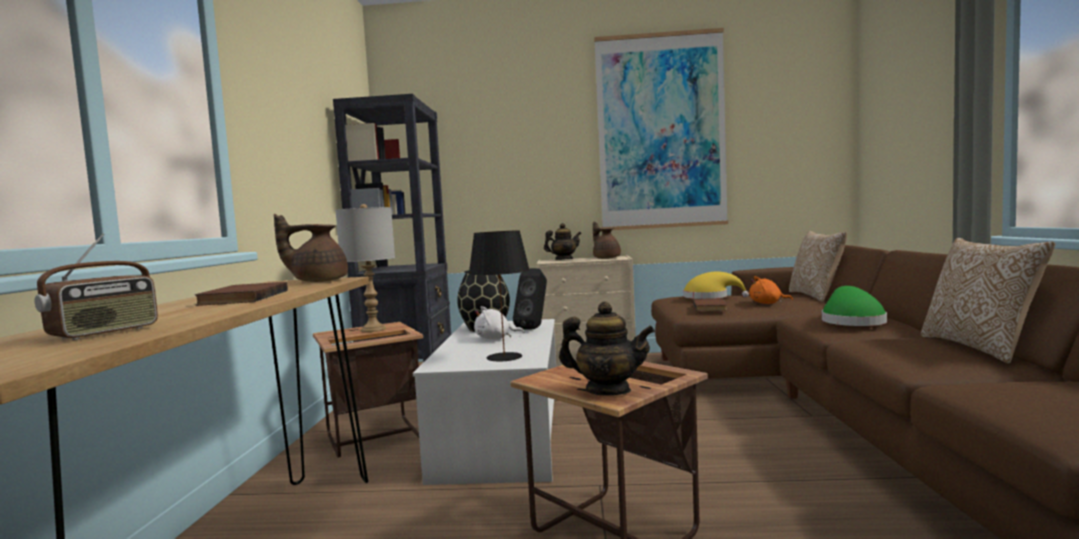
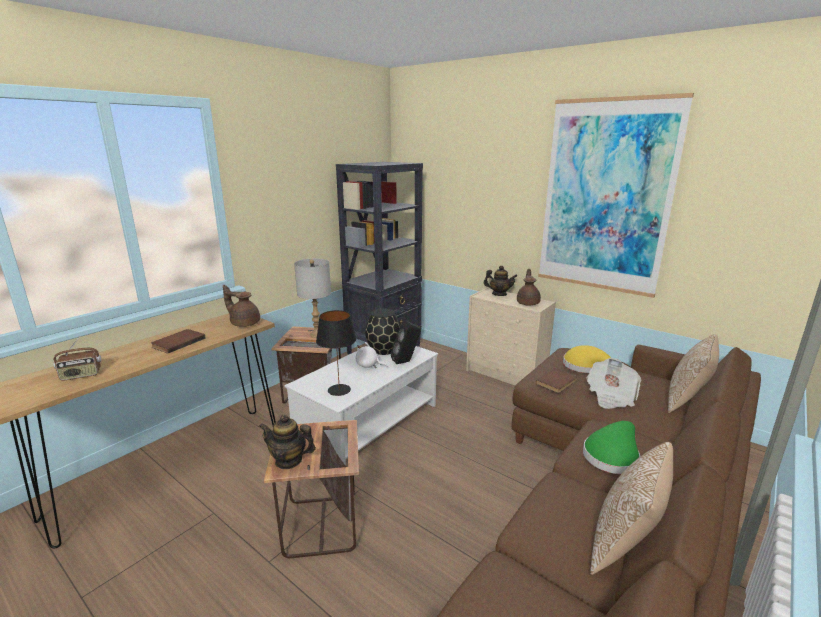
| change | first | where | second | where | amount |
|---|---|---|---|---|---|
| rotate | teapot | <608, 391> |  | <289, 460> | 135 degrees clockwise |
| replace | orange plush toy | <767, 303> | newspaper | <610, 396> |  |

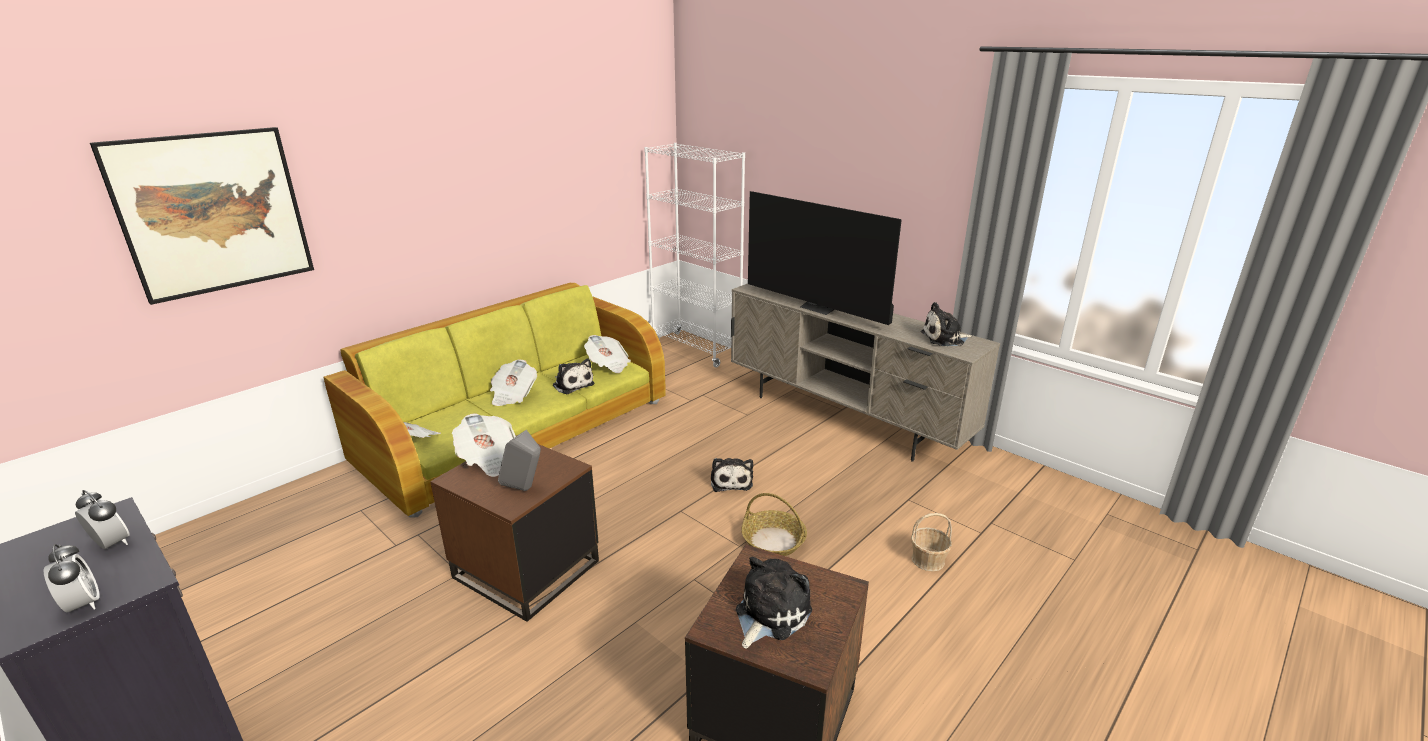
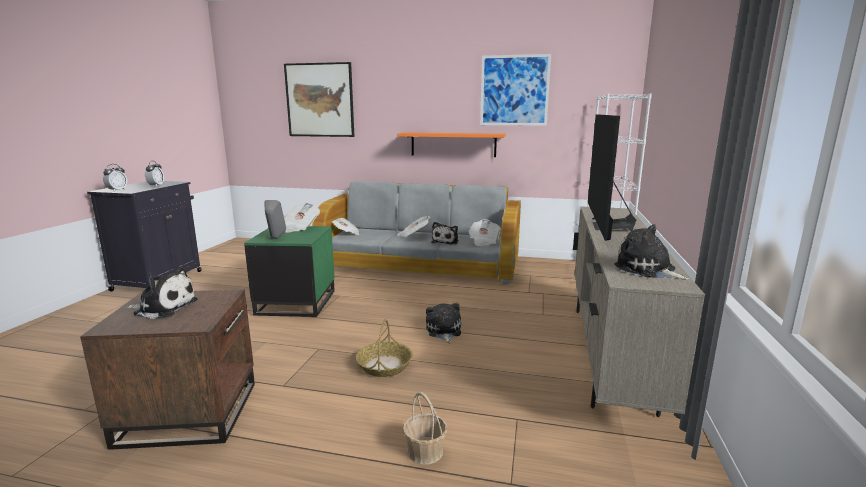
| change | first | where | second | where | amount |
|---|---|---|---|---|---|
| recolor | green sofa | <518, 431> | grey sofa | <420, 263> |  |
| recolor | brown side table | <525, 570> | green side table | <295, 302> |  |
| rotate | plush toy | <731, 481> |  | <443, 331> | 120 degrees clockwise |
| insert |  |  | orange shelf | <453, 144> |  |
| insert |  |  | picture | <514, 90> |  |

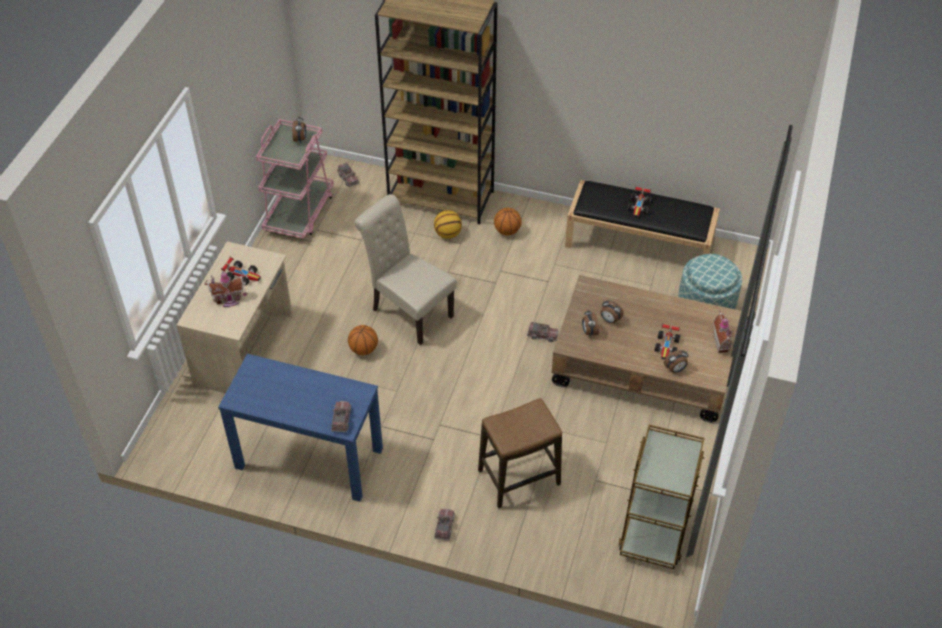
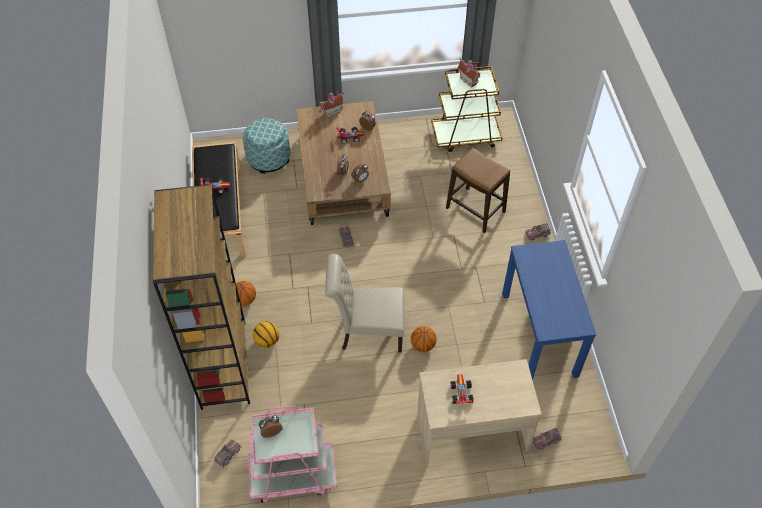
| change | first | where | second | where | amount |
|---|---|---|---|---|---|
| move | toy house | <229, 300> |  | <469, 80> |  |
| move | toy truck | <341, 420> |  | <546, 441> |  |
| rotate | beige chair | <408, 311> |  | <367, 333> | 75 degrees clockwise |

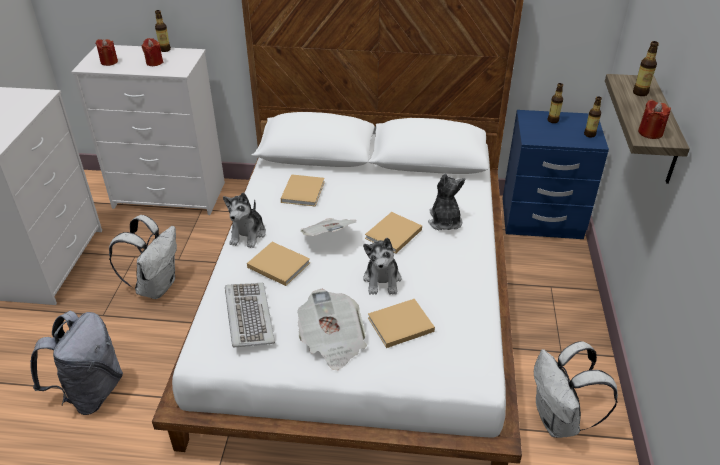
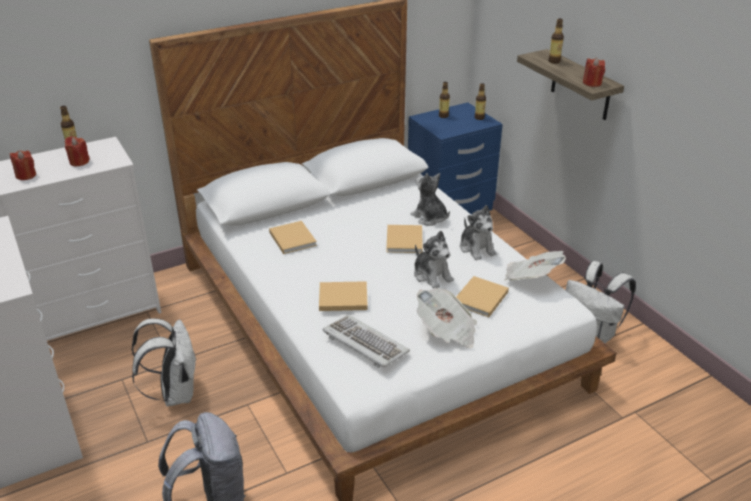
| change | first | where | second | where | amount |
|---|---|---|---|---|---|
| move | plush toy | <248, 234> |  | <476, 248> |  |
| move | newspaper | <328, 238> |  | <531, 278> |  |

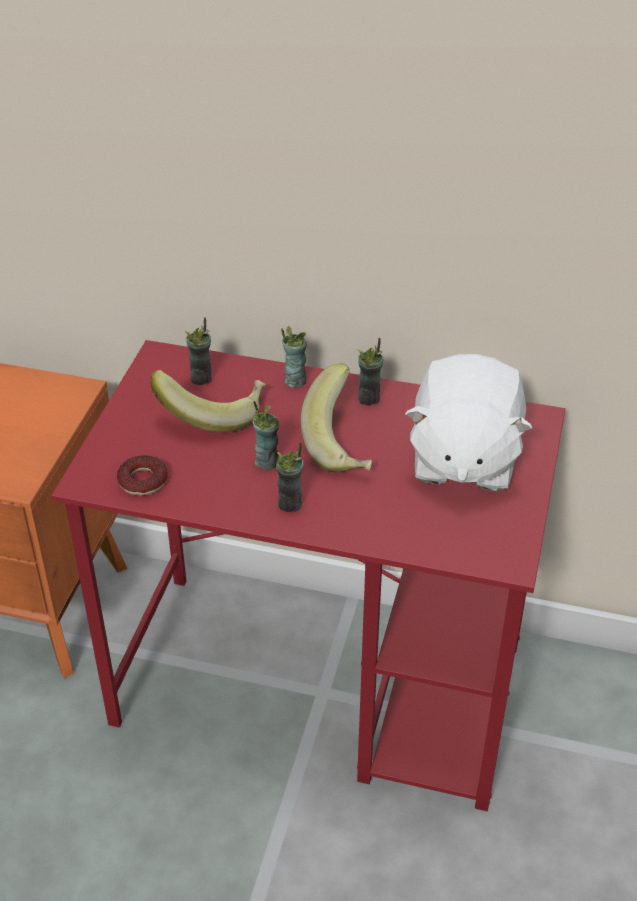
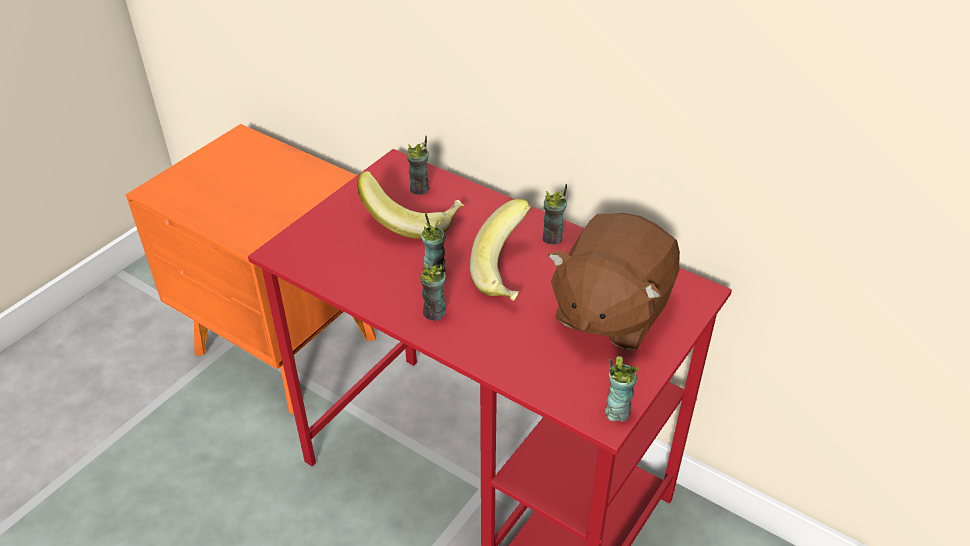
| change | first | where | second | where | amount |
|---|---|---|---|---|---|
| delete | donut | <143, 481> |  |  |  |
| move | cup | <295, 380> |  | <617, 412> |  |
| recolor | white plush toy | <463, 458> | brown plush toy | <610, 311> |  |

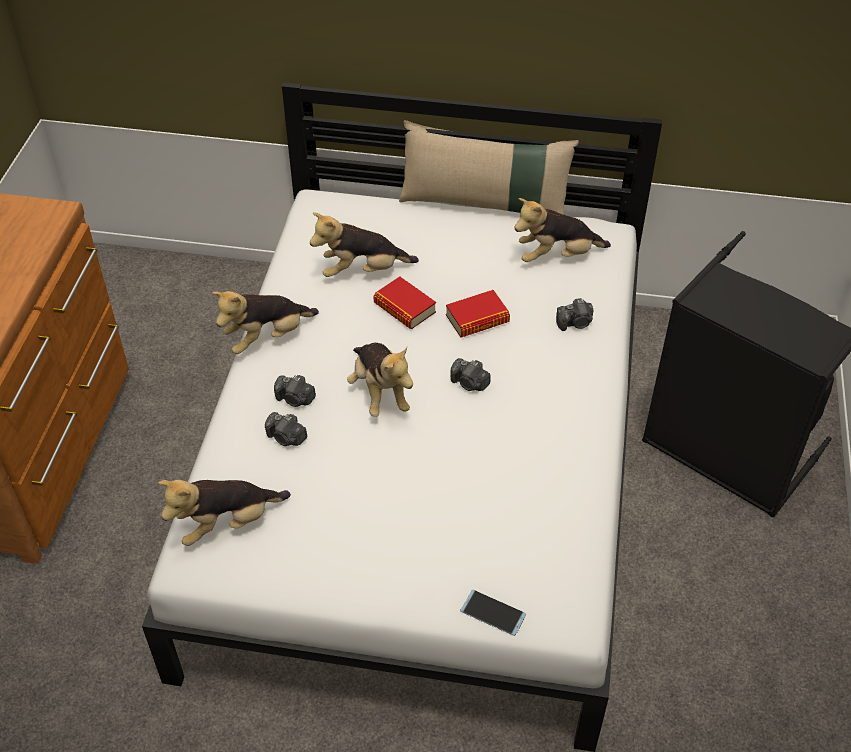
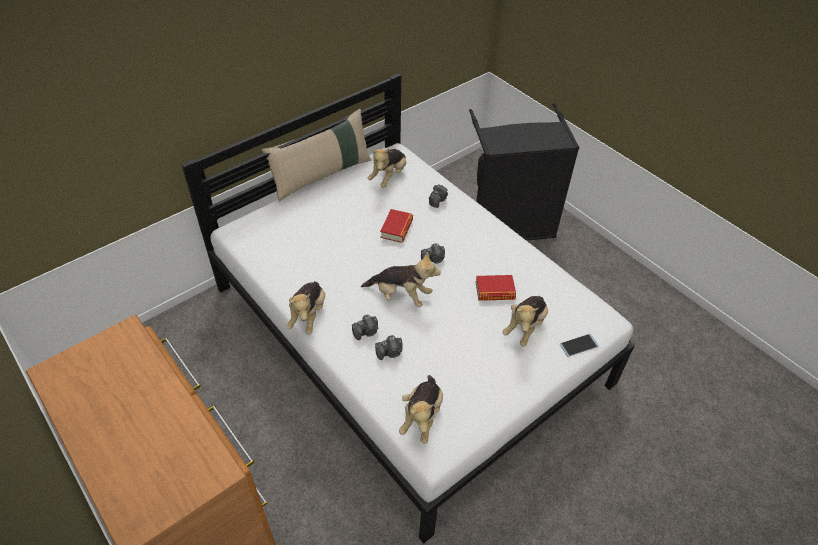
| change | first | where | second | where | amount |
|---|---|---|---|---|---|
| move | plush toy | <362, 271> |  | <525, 327> |  |
| move | book | <404, 308> |  | <495, 291> |  |

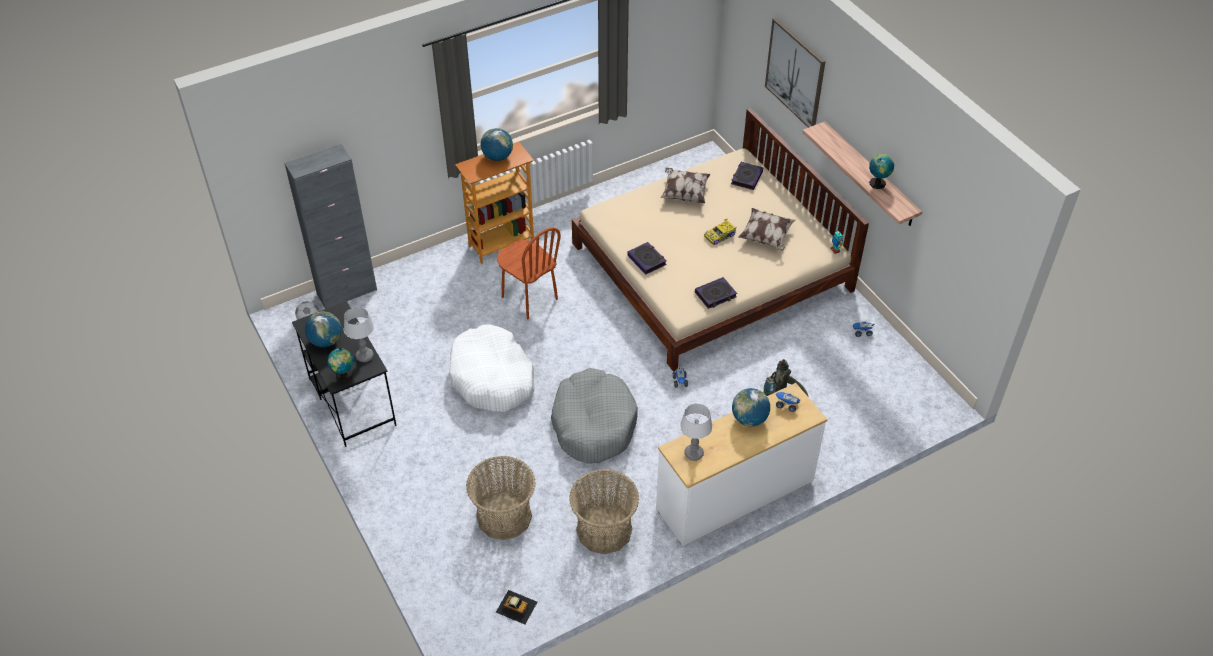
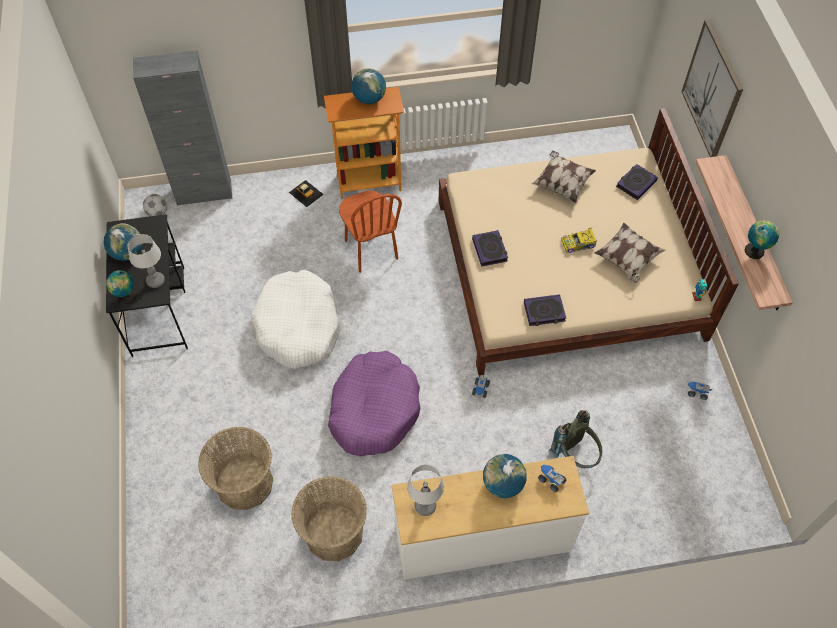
| change | first | where | second | where | amount |
|---|---|---|---|---|---|
| move | toy car | <516, 606> |  | <306, 193> |  |
| recolor | grey dog bed | <593, 424> | purple dog bed | <374, 409> |  |

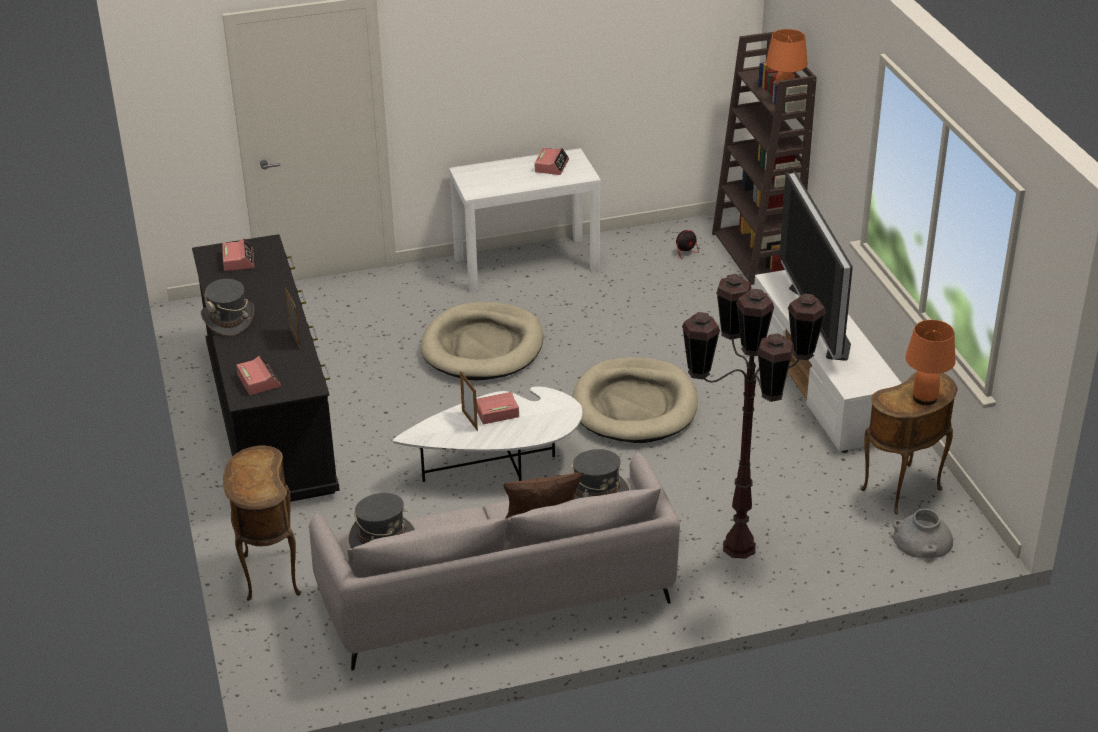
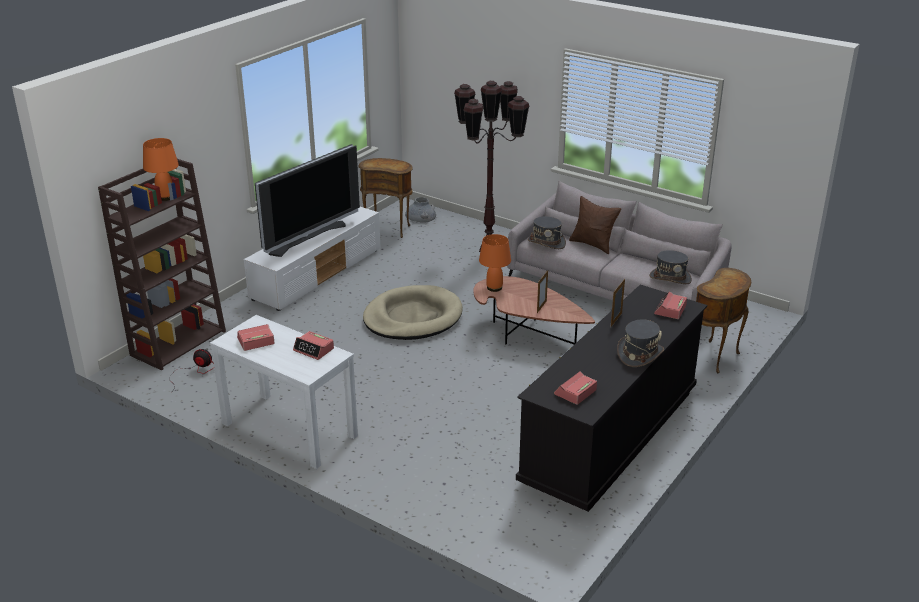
| change | first | where | second | where | amount |
|---|---|---|---|---|---|
| recolor | white coffee table | <500, 467> | brown coffee table | <526, 333> |  |
| delete | beige dog bed | <483, 347> |  |  |  |
| move | alarm clock | <496, 412> |  | <314, 350> |  |
| move | orange table lamp | <924, 398> |  | <494, 288> |  |

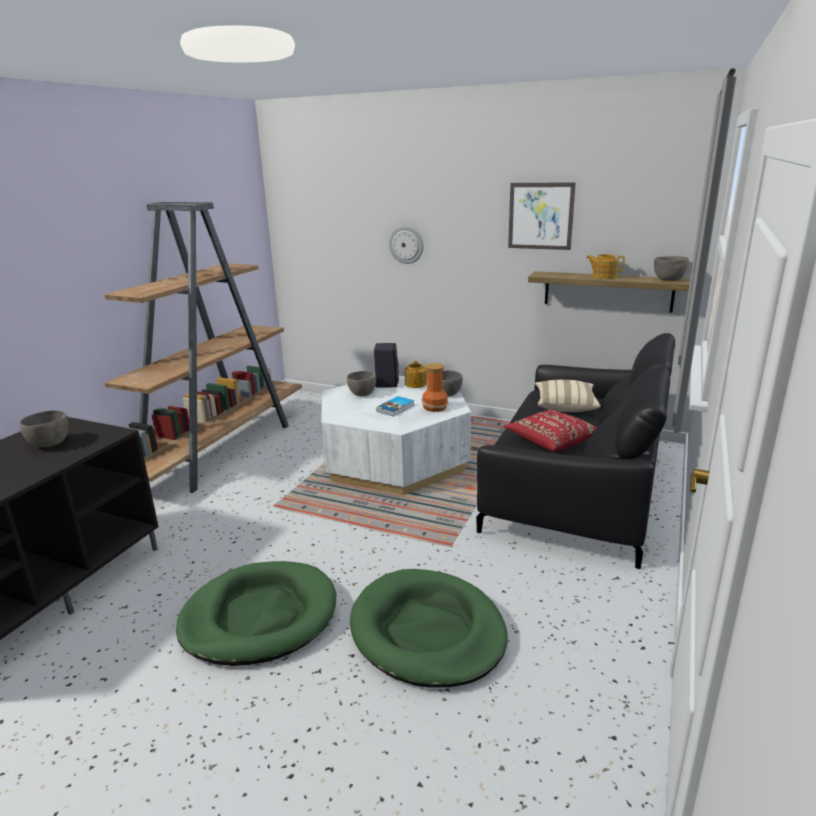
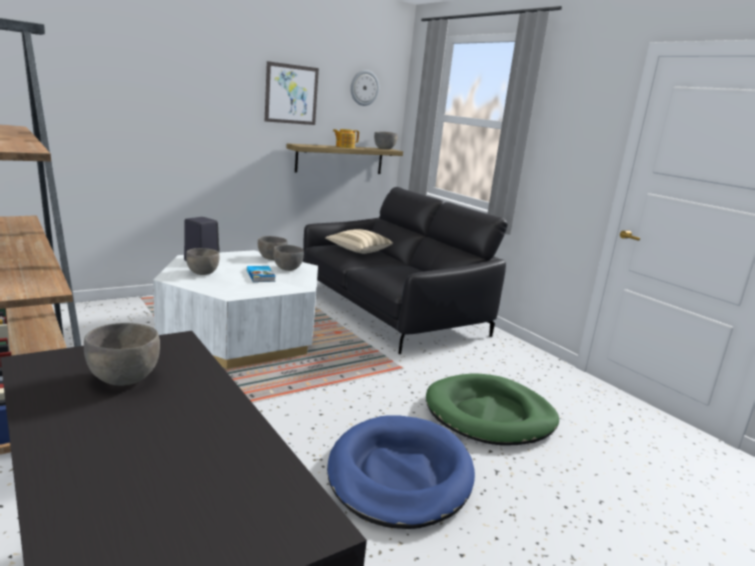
| change | first | where | second | where | amount |
|---|---|---|---|---|---|
| recolor | green dog bed | <259, 617> | blue dog bed | <399, 475> |  |
| move | wall clock | <406, 244> |  | <364, 88> |  |
| delete | teapot | <416, 384> |  |  |  |
| replace | vase | <434, 407> | grey bowl | <287, 268> |  |
| delete | red pillow | <550, 441> |  |  |  |

